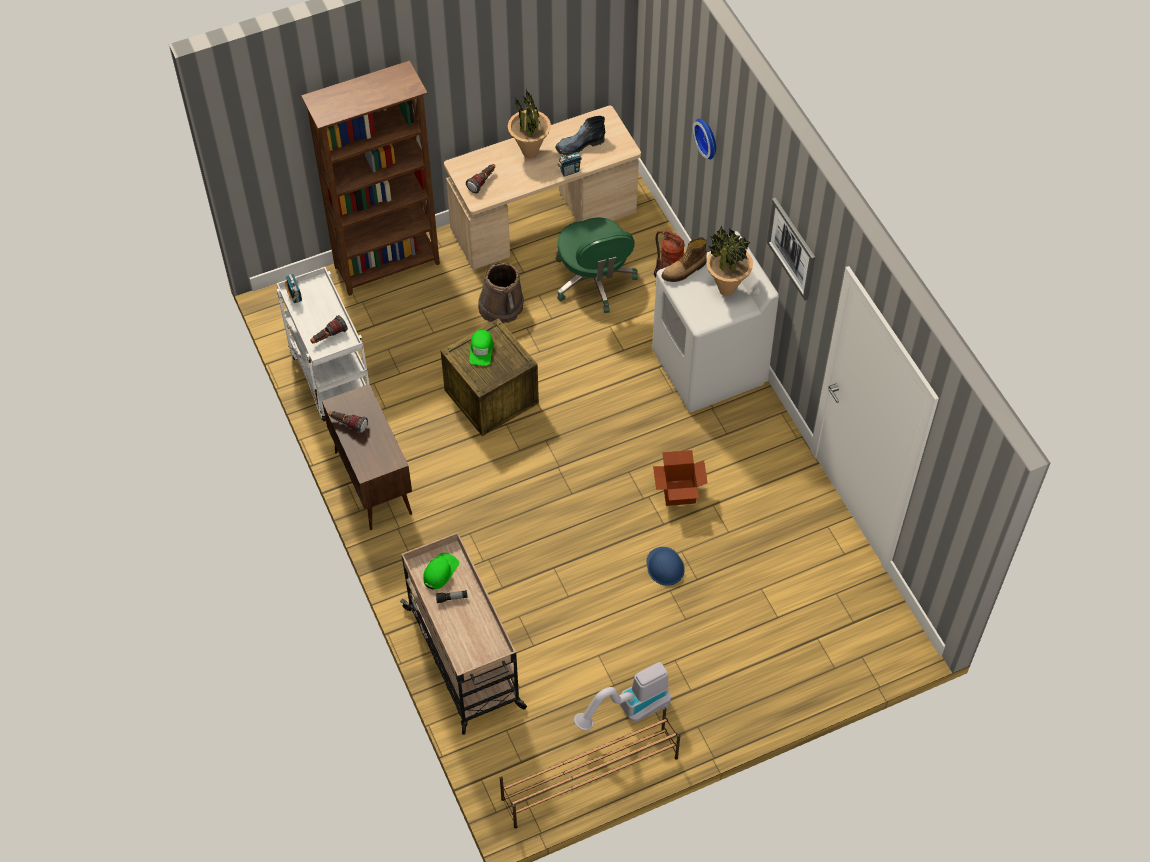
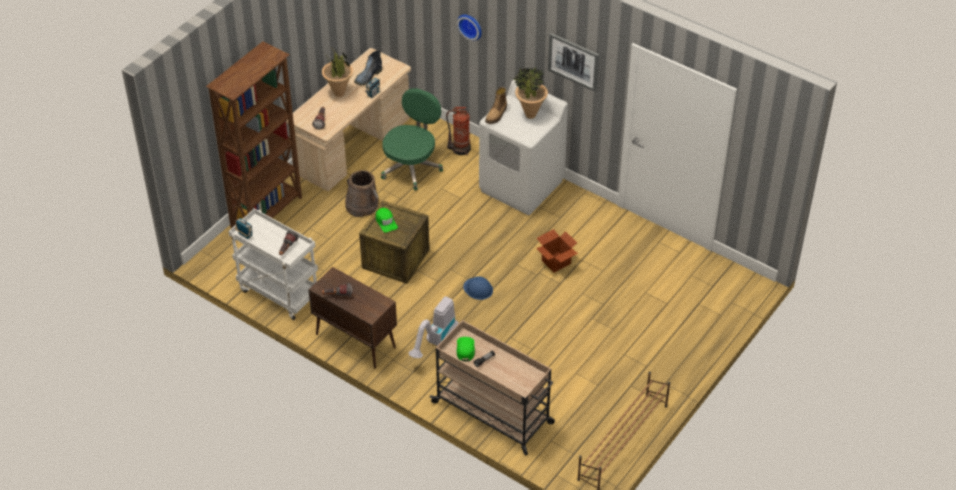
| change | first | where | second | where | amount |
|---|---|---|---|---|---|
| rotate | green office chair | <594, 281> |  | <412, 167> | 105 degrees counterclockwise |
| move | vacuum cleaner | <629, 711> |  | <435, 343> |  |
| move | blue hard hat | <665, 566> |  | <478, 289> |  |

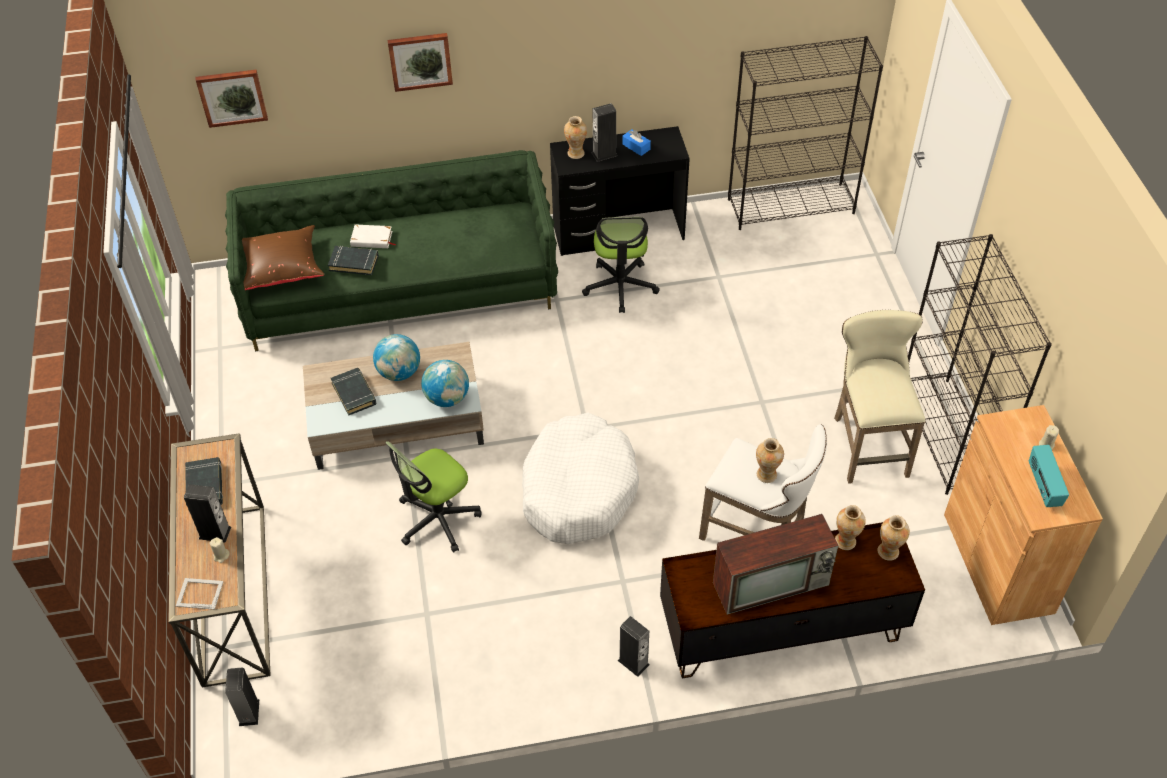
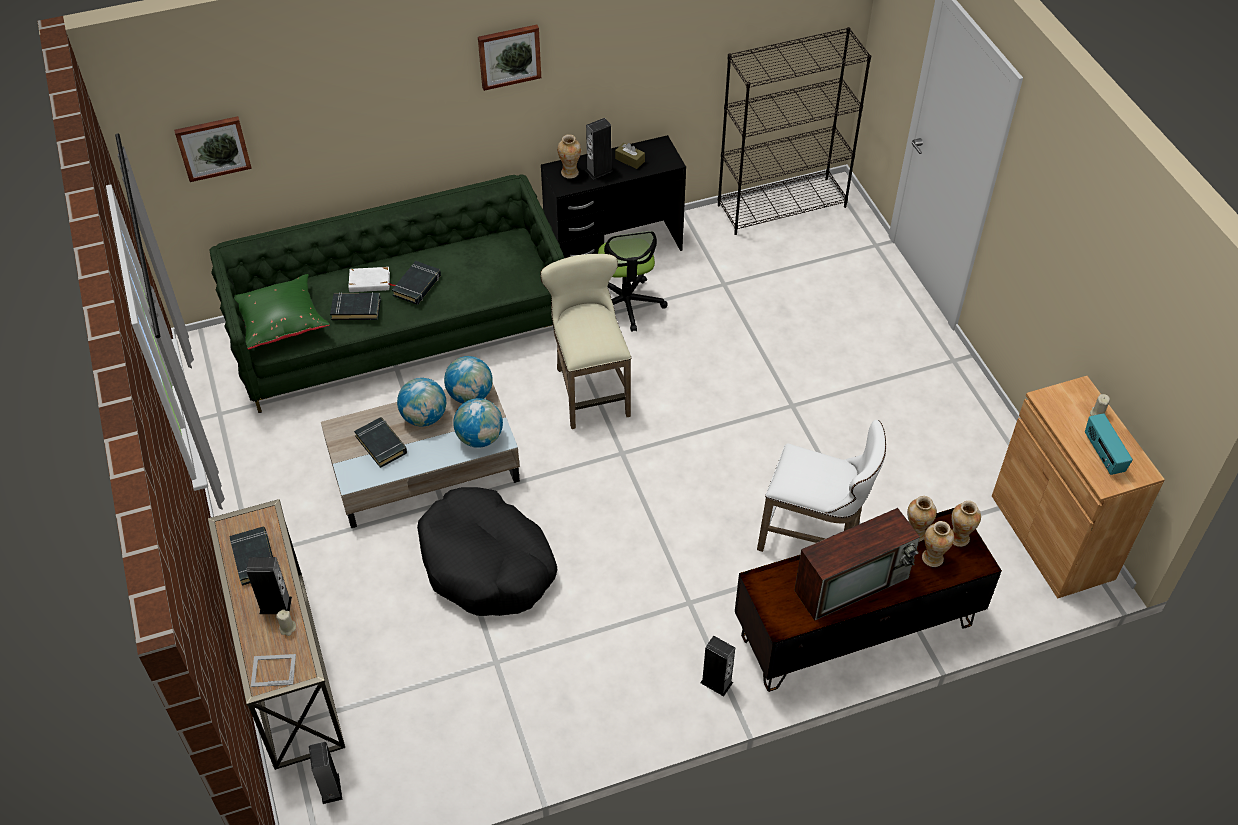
| change | first | where | second | where | amount |
|---|---|---|---|---|---|
| recolor | brown pillow | <282, 268> | green pillow | <280, 323> |  |
| replace | office chair | <437, 519> | black dog bed | <487, 564> |  |
| move | picture | <420, 60> |  | <509, 56> |  |
| delete | white dog bed | <578, 489> |  |  |  |
| recolor | blue tissue box | <636, 147> | brown tissue box | <630, 160> |  |
| move | vase | <766, 475> |  | <932, 558> |  |
| move | beige stool | <867, 442> |  | <589, 388> |  |
| delete | black bookcase | <947, 436> |  |  |  |
| insert |  |  | black book | <417, 286> |  |
| insert |  |  | globe | <470, 395> |  |

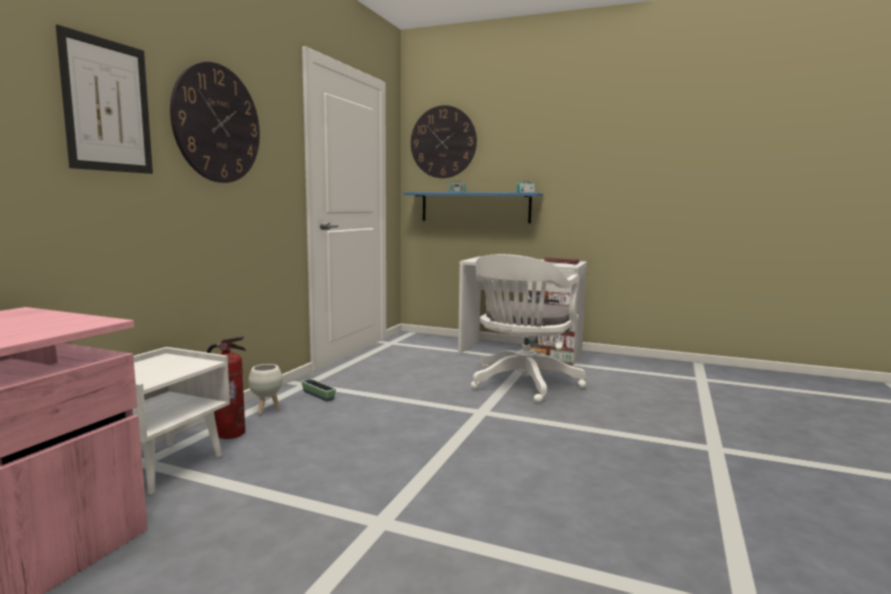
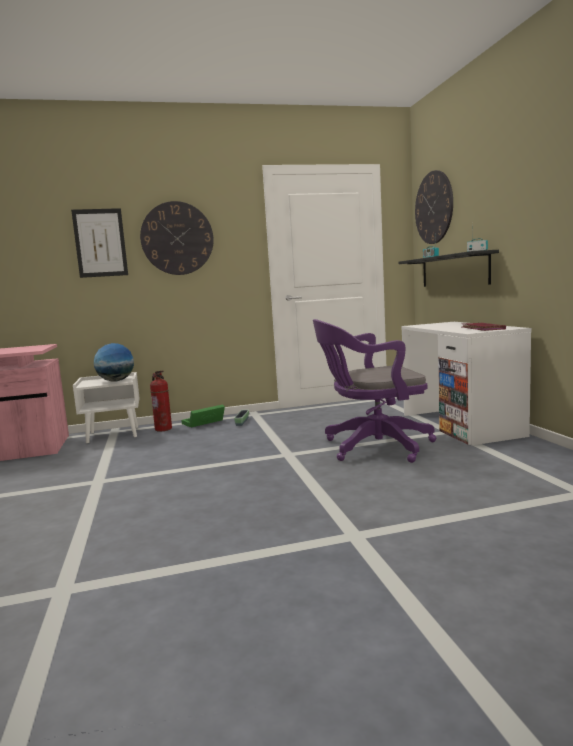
| change | first | where | second | where | amount |
|---|---|---|---|---|---|
| replace | white planter | <267, 410> | green storage box | <203, 423> |  |
| recolor | blue shelf | <475, 207> | black shelf | <454, 270> |  |
| recolor | white office chair | <522, 385> | purple office chair | <372, 447> |  |
| insert |  |  | globe | <116, 381> |  |

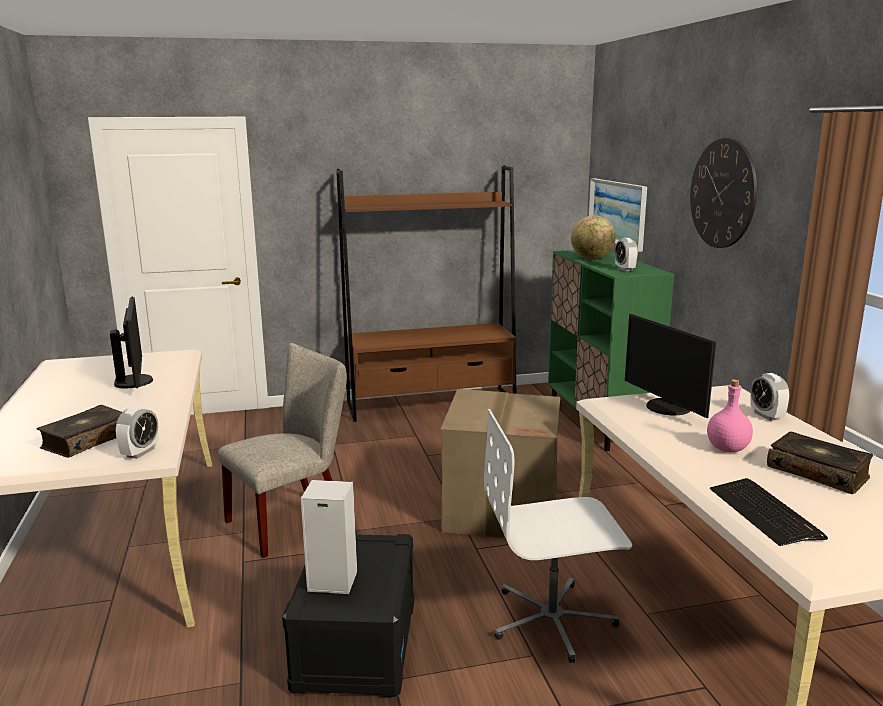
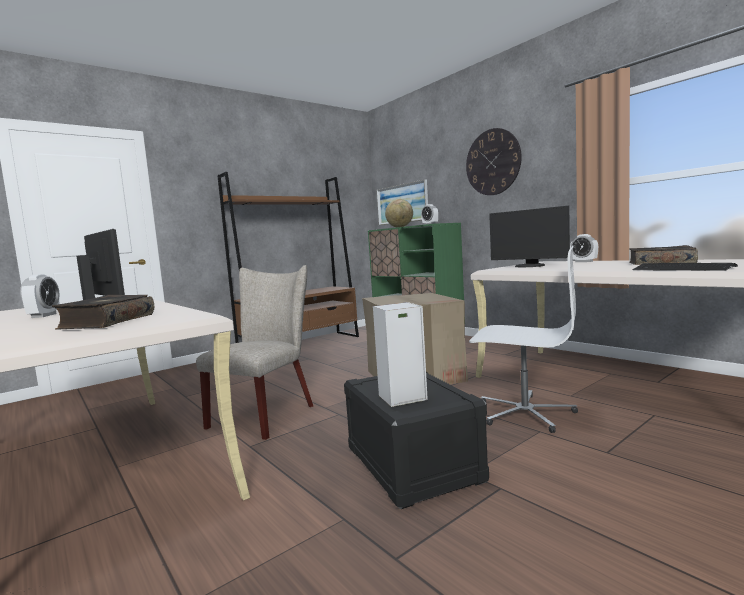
| change | first | where | second | where | amount |
|---|---|---|---|---|---|
| move | alarm clock | <140, 452> |  | <44, 316> |  |
| rotate | white office chair | <552, 620> |  | <524, 412> | 120 degrees counterclockwise |
| delete | pink bottle | <726, 449> |  |  |  |

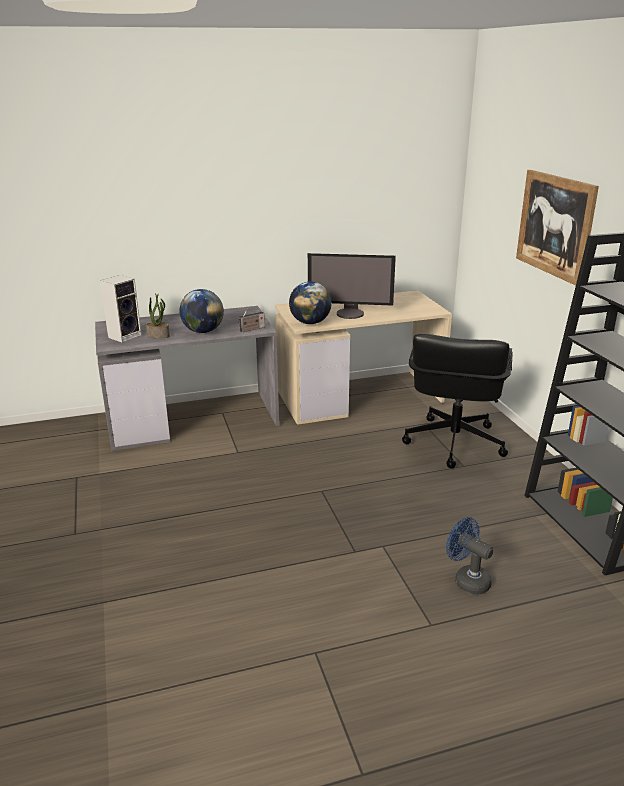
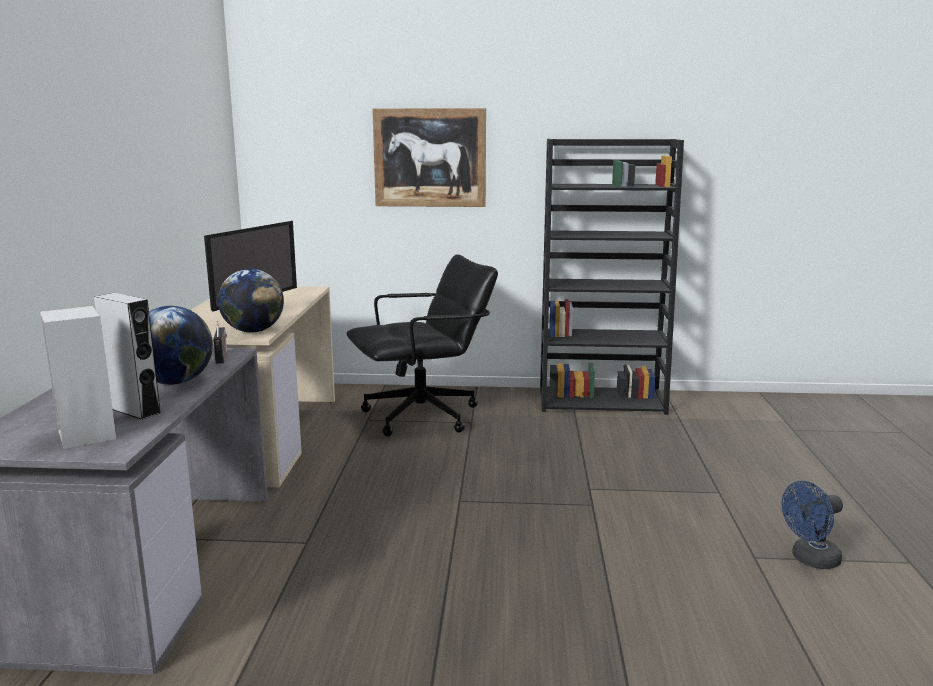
| change | first | where | second | where | amount |
|---|---|---|---|---|---|
| replace | potted plant | <158, 335> | grey speaker | <134, 410> |  |
| rotate | black office chair | <453, 443> |  | <423, 416> | 60 degrees counterclockwise |
| move | blue fan | <467, 579> |  | <810, 560> |  |

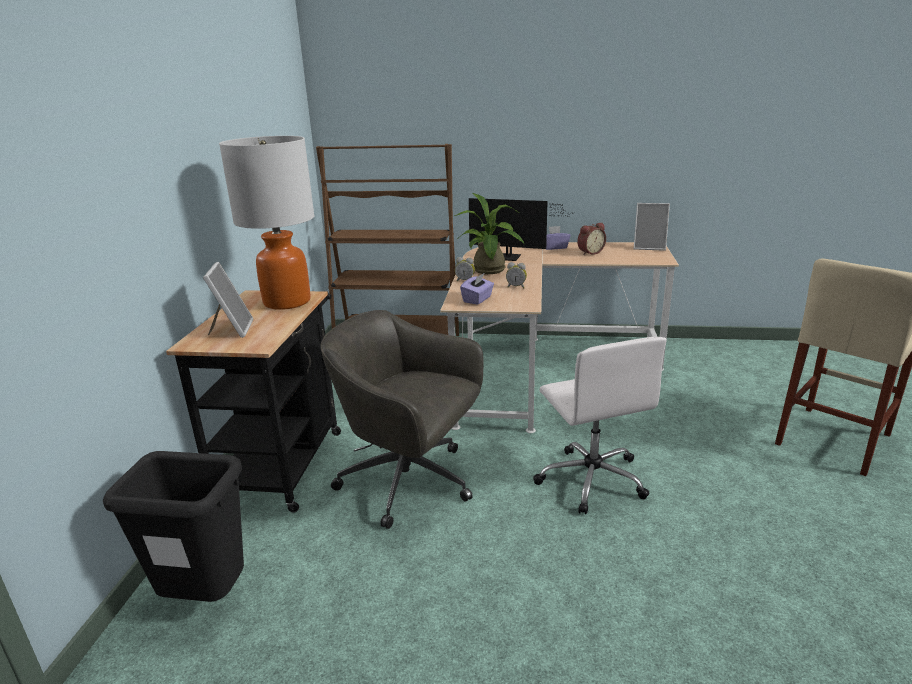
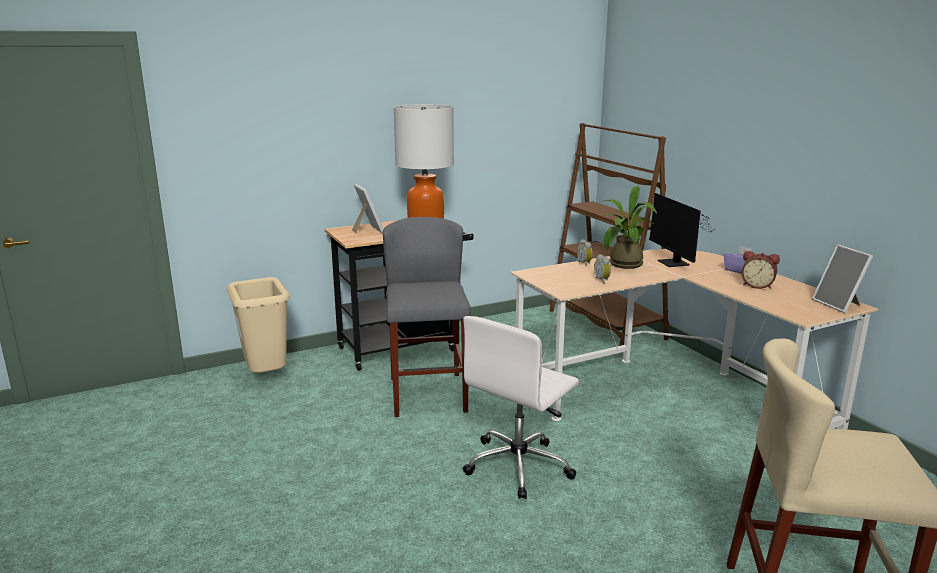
| change | first | where | second | where | amount |
|---|---|---|---|---|---|
| recolor | black trash can | <207, 600> | beige trash can | <266, 378> |  |
| rotate | picture frame | <232, 329> |  | <367, 230> | 75 degrees counterclockwise |
| replace | grey office chair | <410, 482> | grey stool | <428, 394> |  |
| delete | purple tissue box | <477, 299> |  |  |  |

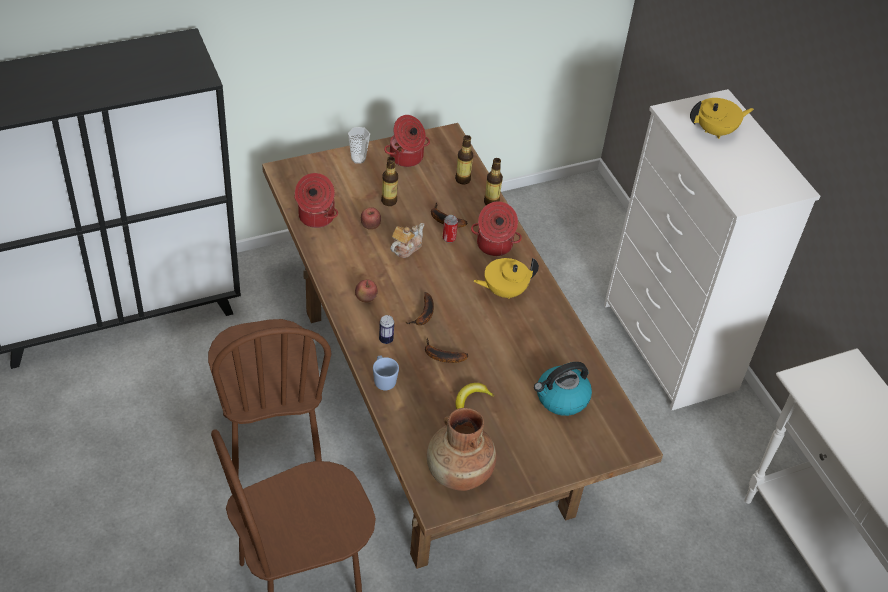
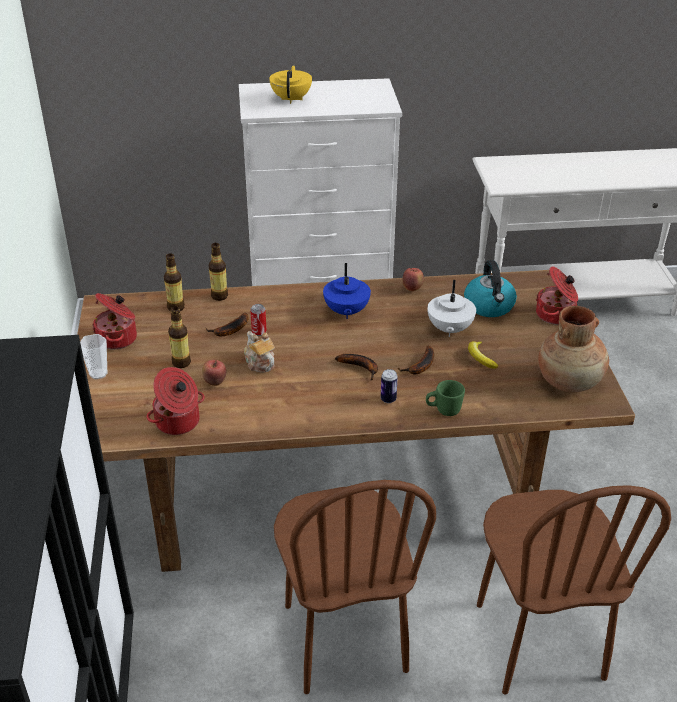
| change | first | where | second | where | amount |
|---|---|---|---|---|---|
| rotate | brown chair | <270, 442> |  | <343, 638> | 75 degrees clockwise |
| move | apple | <366, 299> |  | <412, 288> |  |
| recolor | blue mug | <383, 380> | green mug | <443, 410> |  |
| move | cooking pot | <494, 245> |  | <556, 315> |  |
| recolor | yellow teapot | <504, 291> | blue teapot | <346, 312> |  |
| insert |  |  | white teapot | <449, 329> |  |

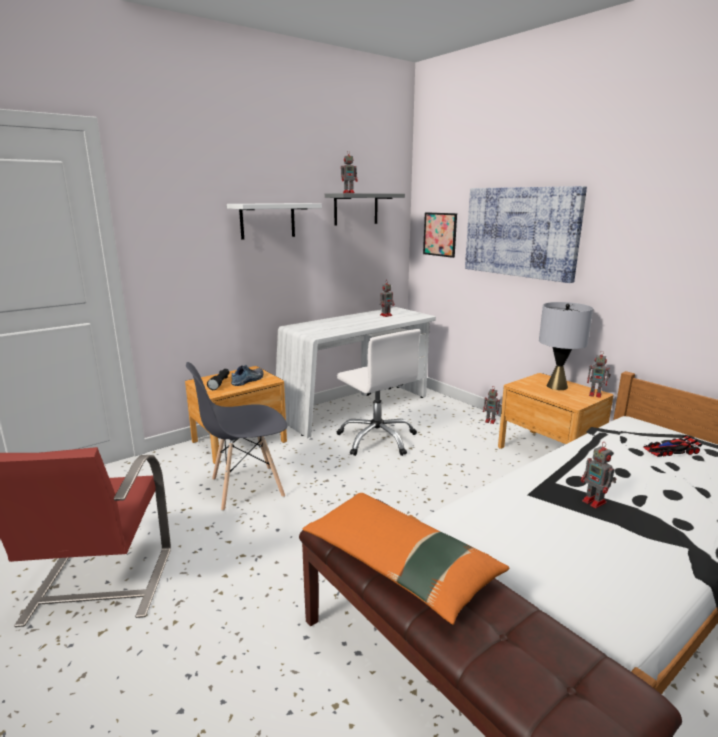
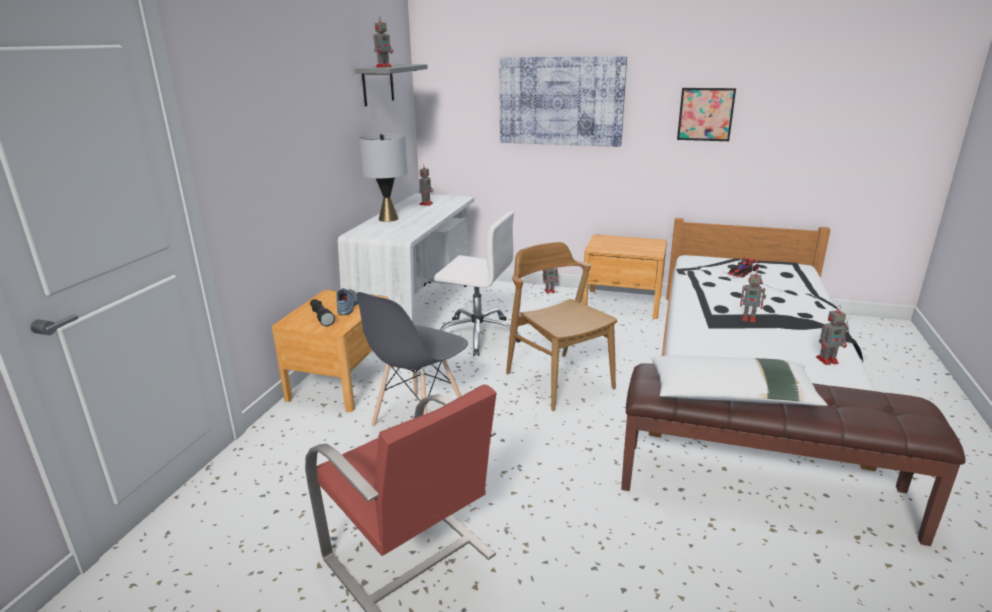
| change | first | where | second | where | amount |
|---|---|---|---|---|---|
| delete | white shelf | <267, 220> |  |  |  |
| recolor | orange pillow | <399, 564> | white pillow | <732, 394> |  |
| move | picture | <440, 234> |  | <705, 114> |  |
| move | grey table lamp | <557, 386> |  | <388, 218> |  |
| move | toy robot | <596, 394> |  | <828, 360> |  |
| insert |  |  | brown chair | <559, 380> |  |

